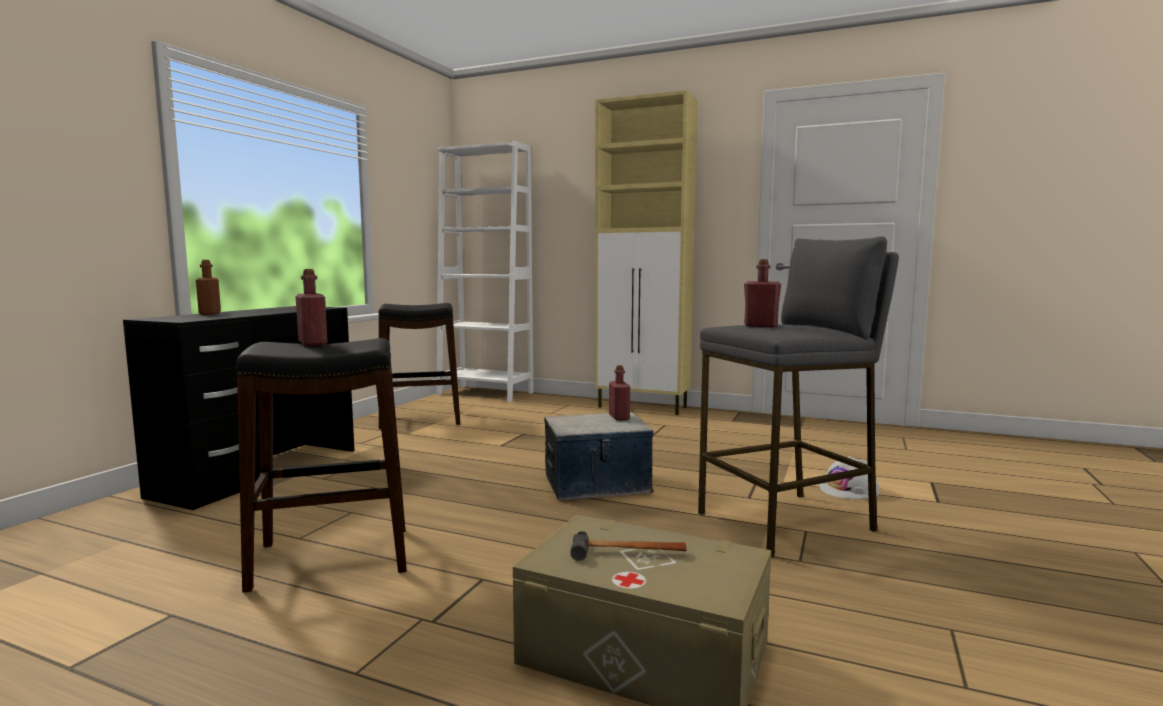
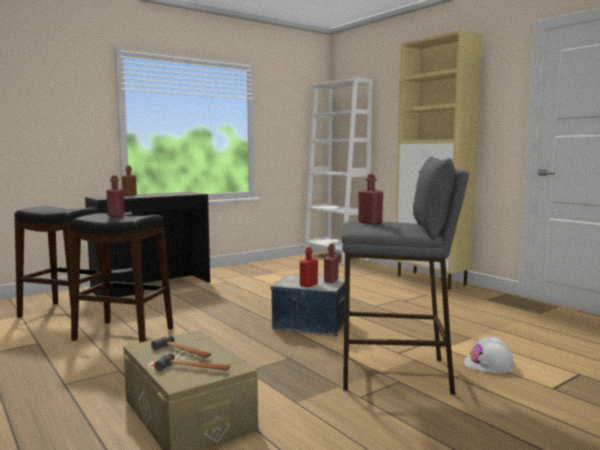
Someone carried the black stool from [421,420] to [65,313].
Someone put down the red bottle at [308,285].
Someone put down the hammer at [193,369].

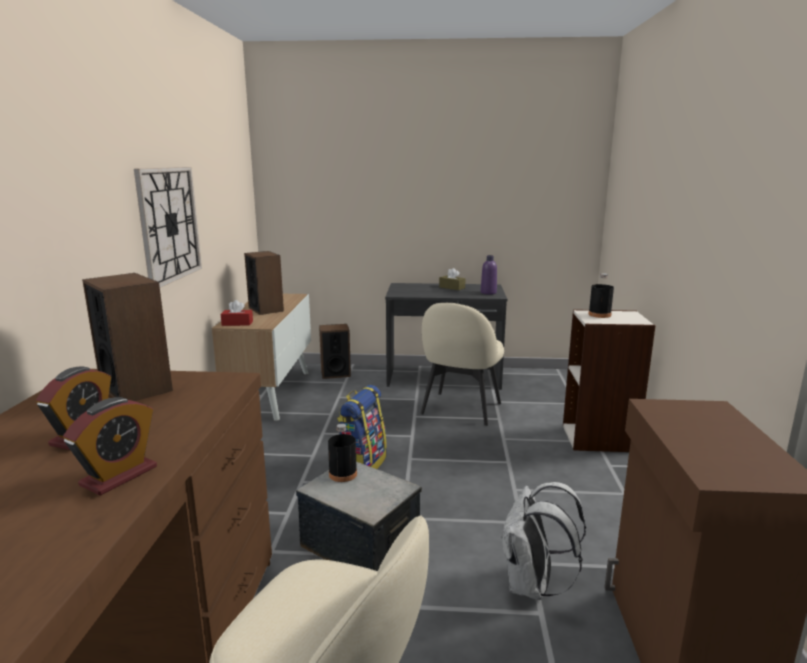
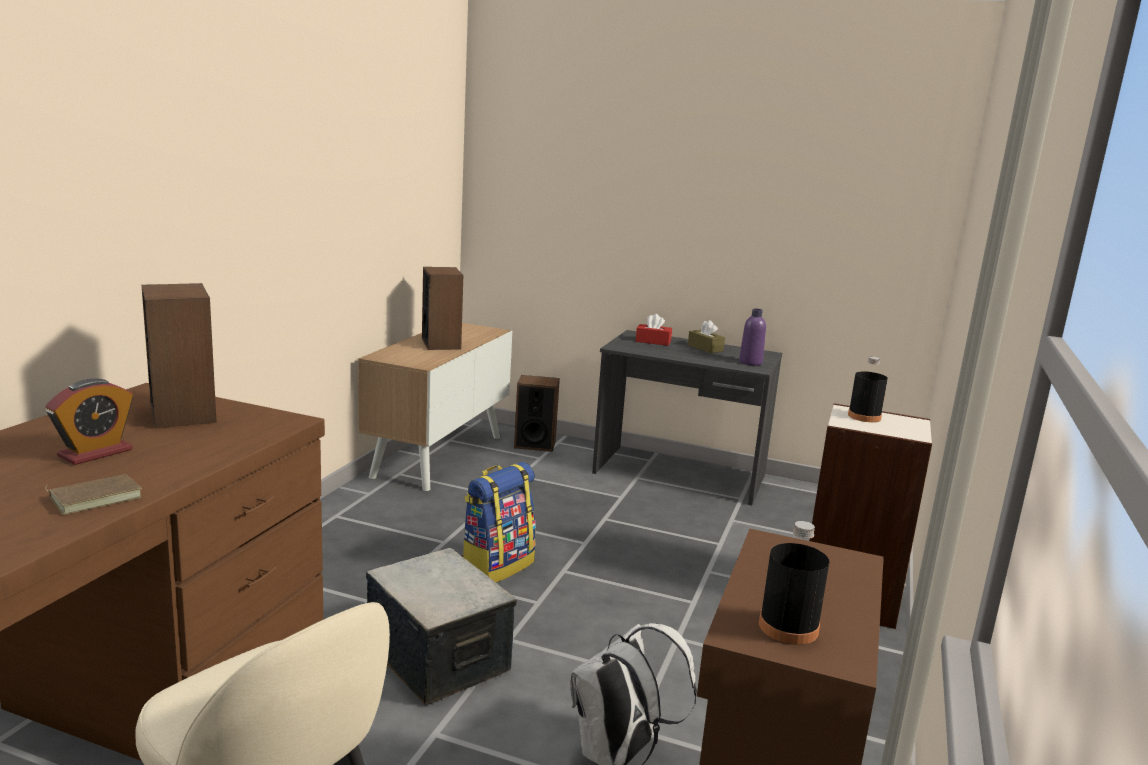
Someone took away the wall clock at [169,224].
Someone carried the red tissue box from [237,323] to [653,341].
Someone took away the beige chair at [460,409].
Someone swapped the alarm clock at [119,476] for the brown book at [95,497].
Someone carried the black bottle from [343,474] to [788,627].

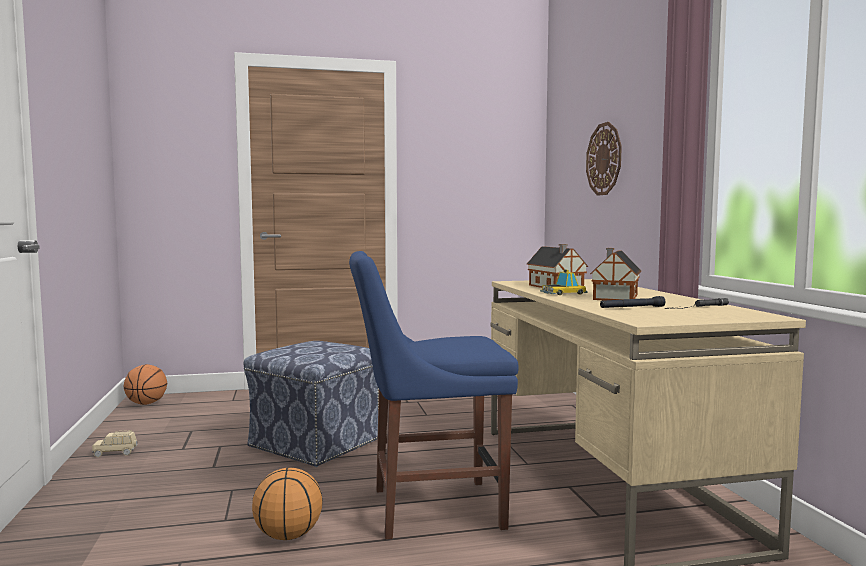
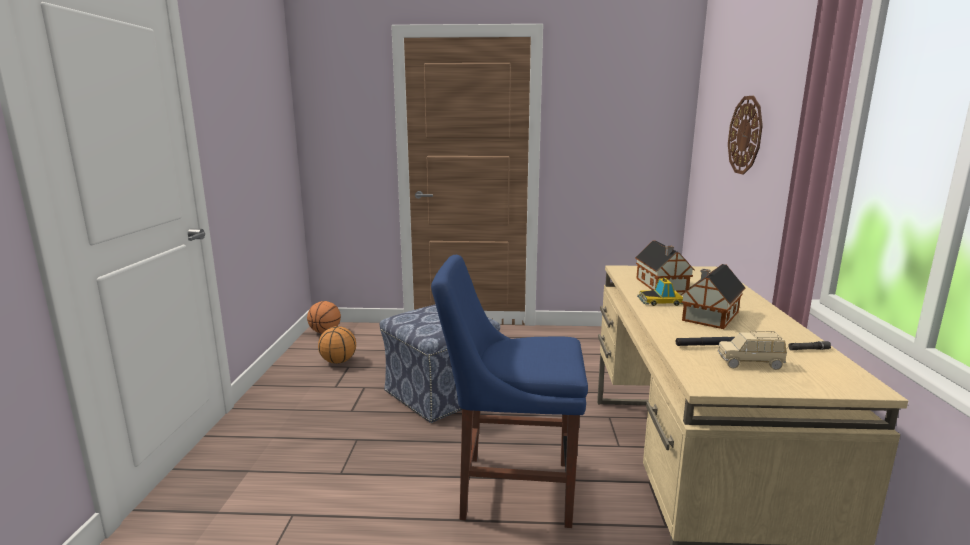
Someone carried the beige toy car from [115,453] to [750,363].
Someone carried the basketball from [289,535] to [339,361].

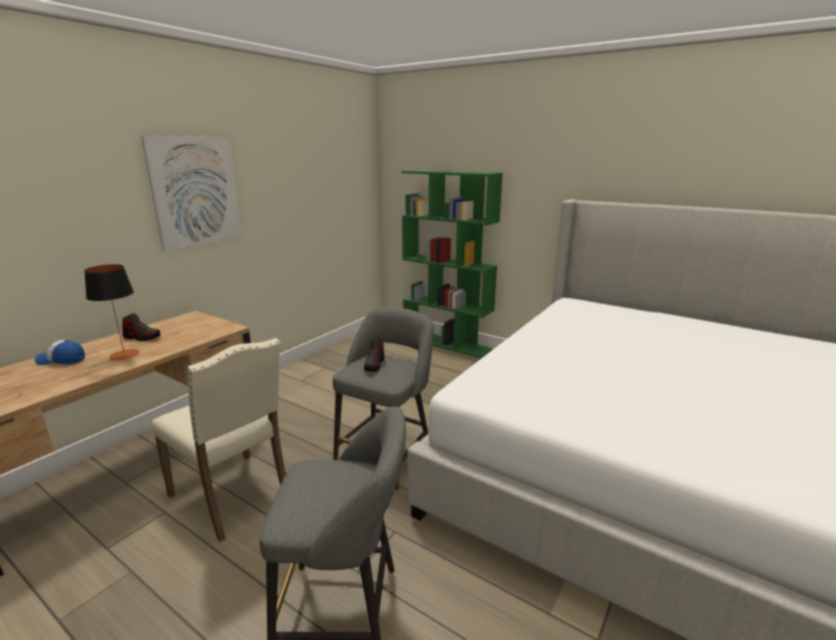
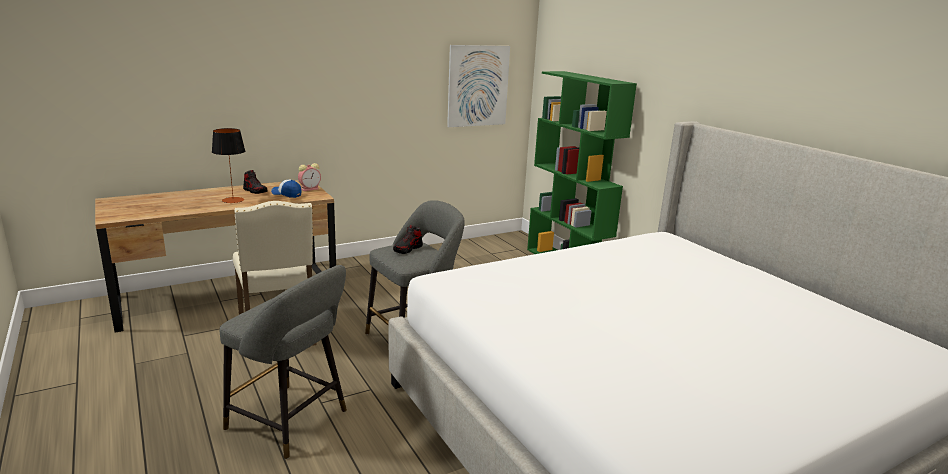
Someone carried the picture from [196,191] to [478,86].
Someone carried the cap from [61,360] to [287,194].
Someone put down the alarm clock at [310,189].

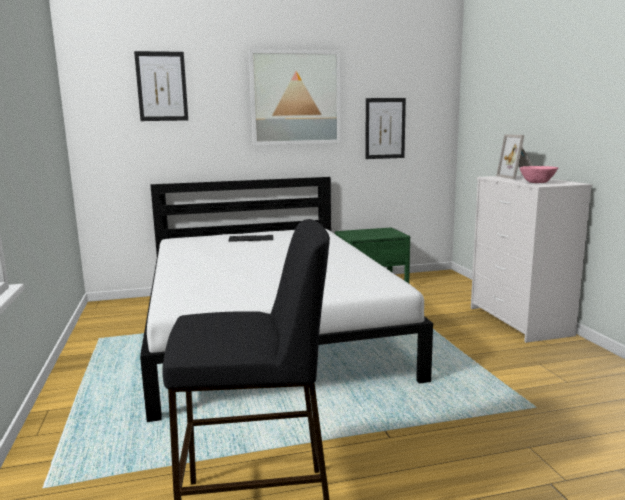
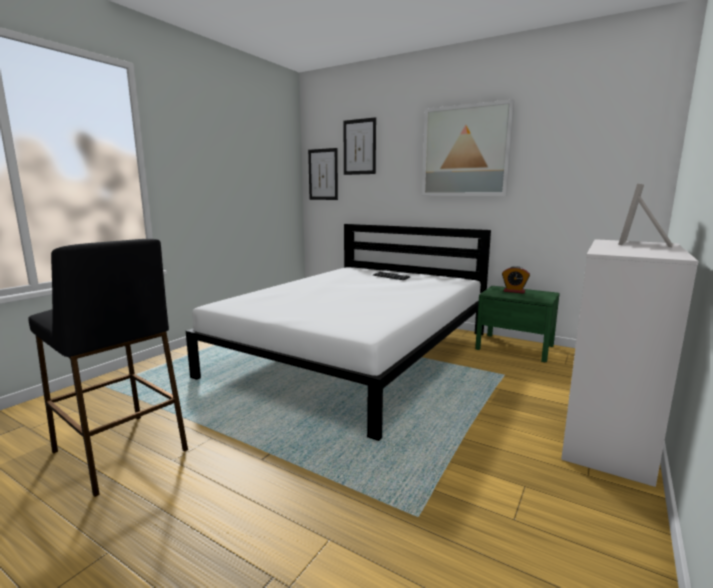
Someone carried the picture from [385,128] to [323,174].
Someone took away the pink bowl at [538,182].
Someone put down the alarm clock at [514,291].

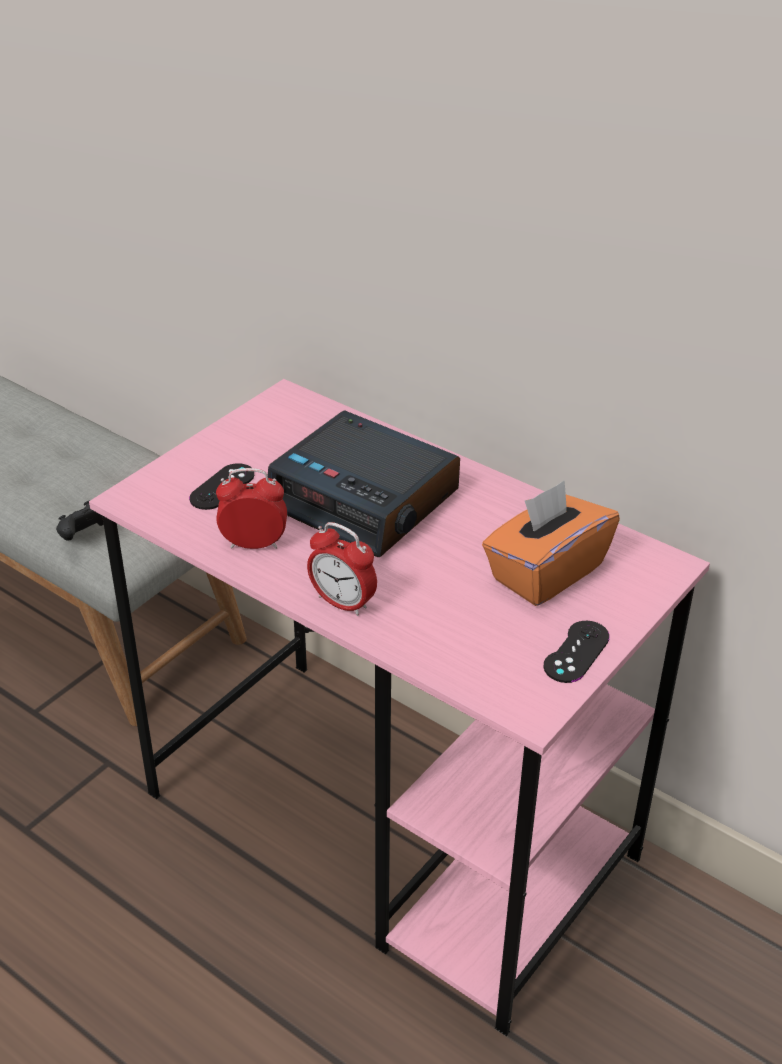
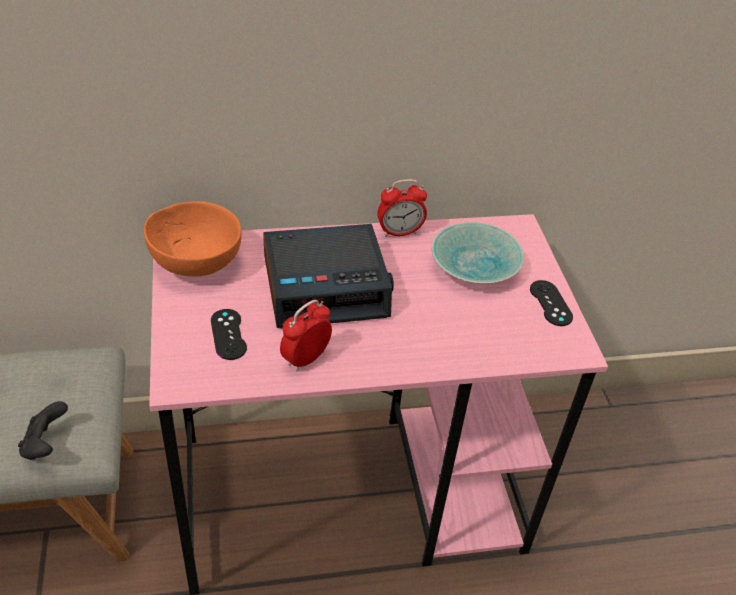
Someone swapped the orange tissue box at [545,572] for the turquoise bowl at [476,268].
Someone carried the alarm clock from [342,603] to [399,232].
Someone put down the orange bowl at [194,261].

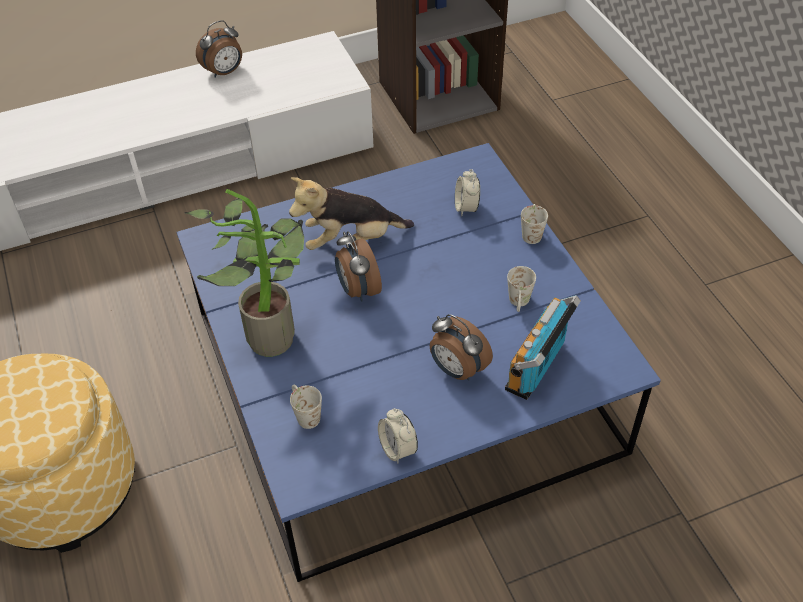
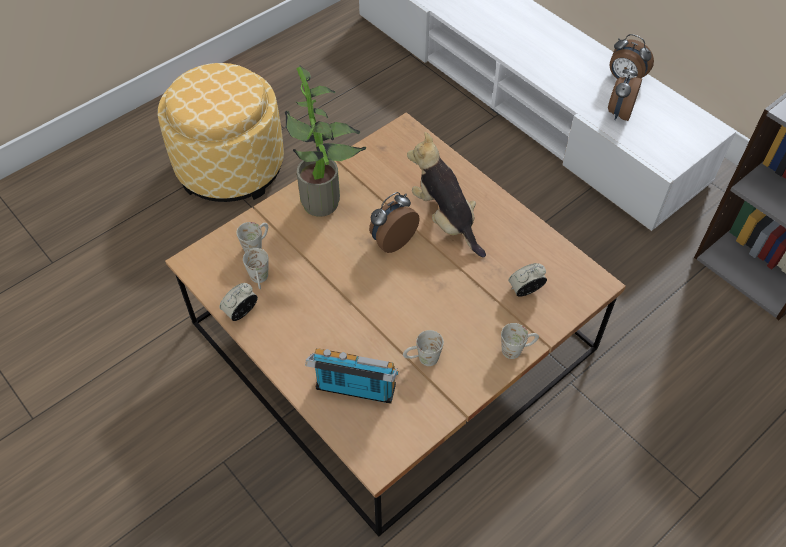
Someone repainted the blue coffee table at [403,380], which became the brown coffee table at [392,335].
Someone carried the alarm clock from [457,370] to [619,113].
Someone put down the white mug at [260,280].

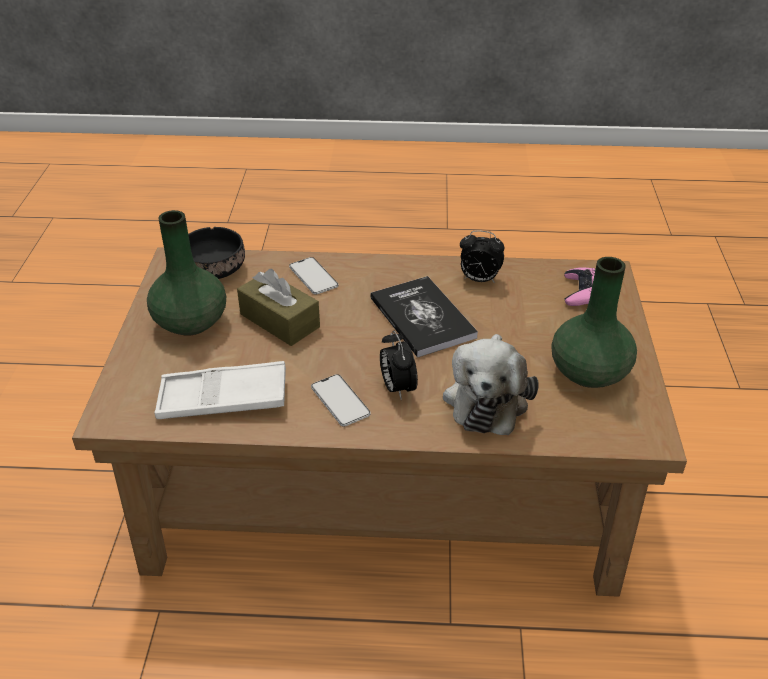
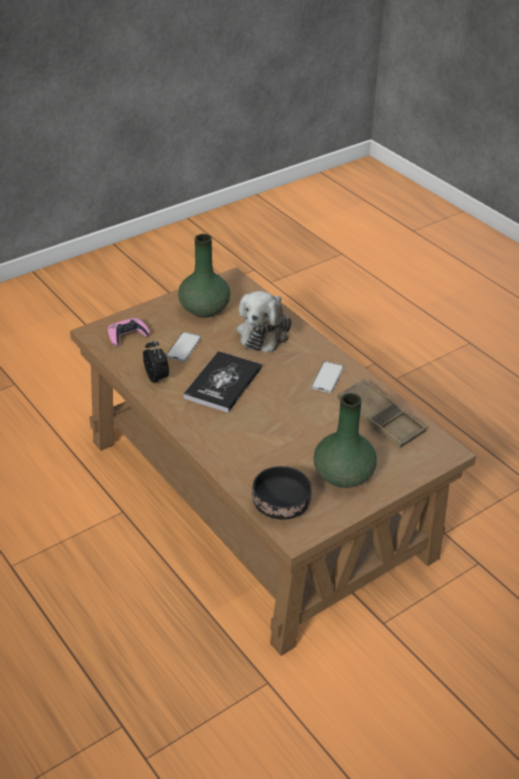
Someone carried the phone from [313,276] to [183,347].
Someone took away the brown tissue box at [279,320].
Someone took away the alarm clock at [397,387].
Someone rotated the plush toy at [486,398] by 135 degrees clockwise.
Someone repainted the white tray at [223,398], which became the brown tray at [380,419].

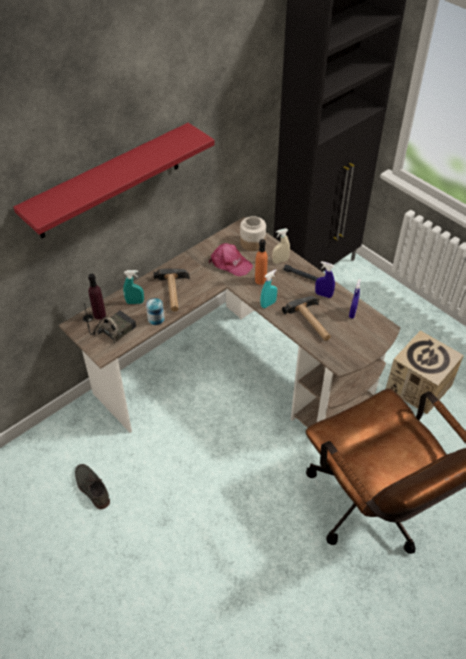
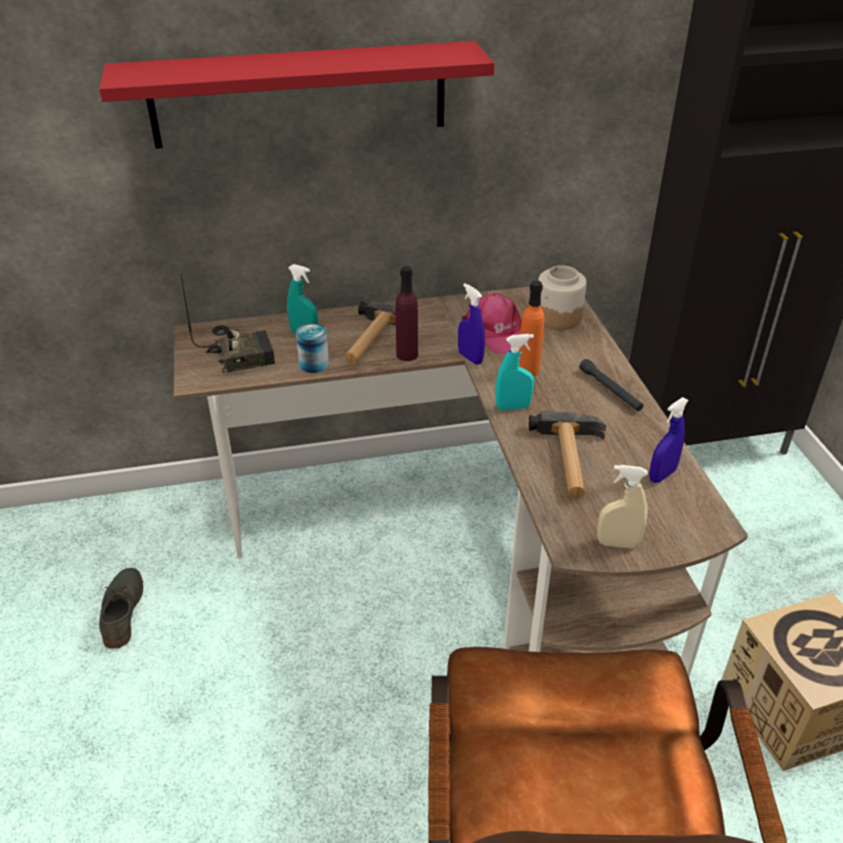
Someone carried the beige spray bottle from [280,261] to [617,543].
Someone carried the blue spray bottle from [323,295] to [470,358].
Someone carried the purple bottle from [99,315] to [407,355].

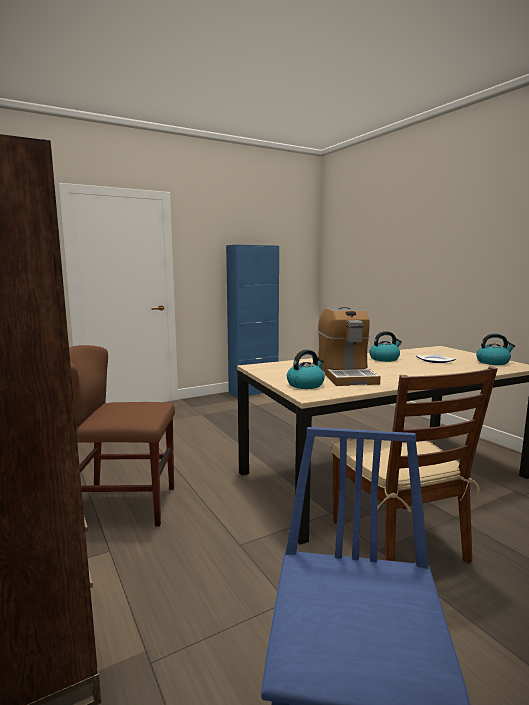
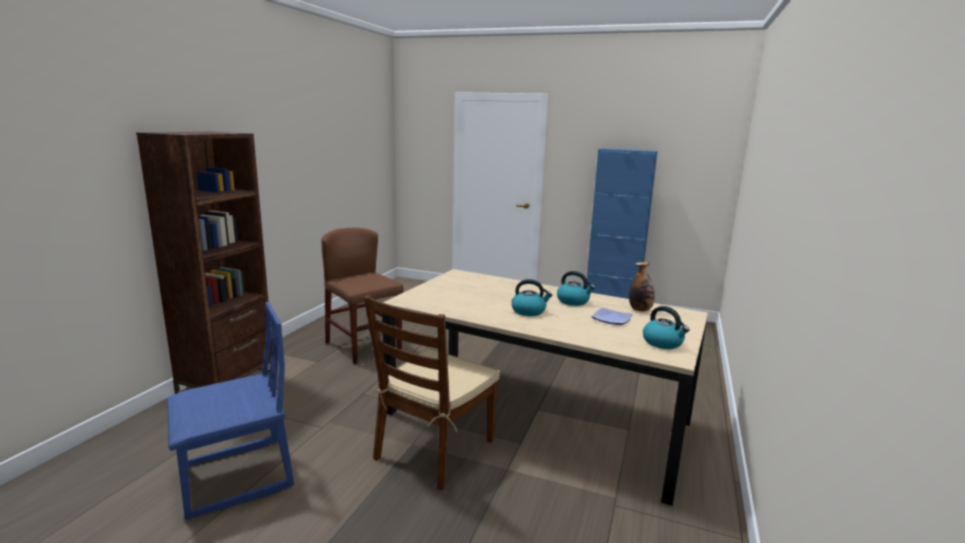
Someone took away the coffee machine at [345,375].
Someone carried the kettle from [305,385] to [529,311].
Someone put down the bottle at [640,310].

